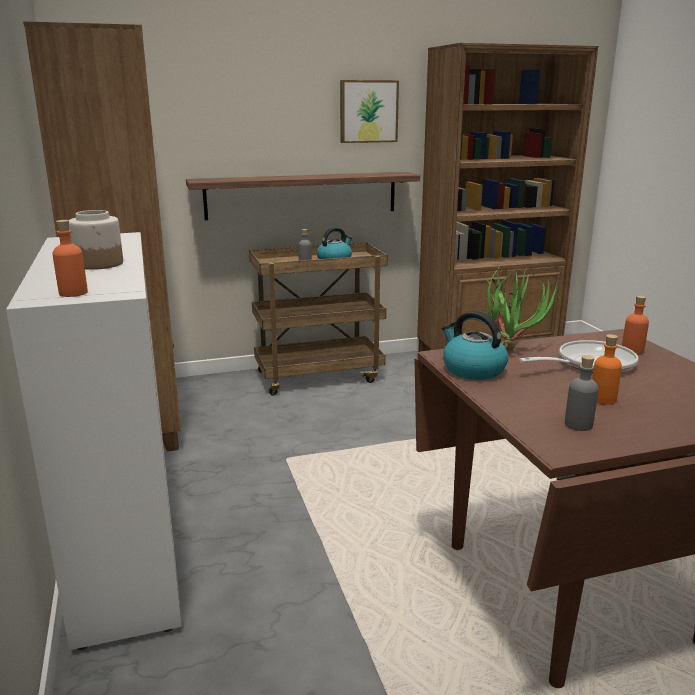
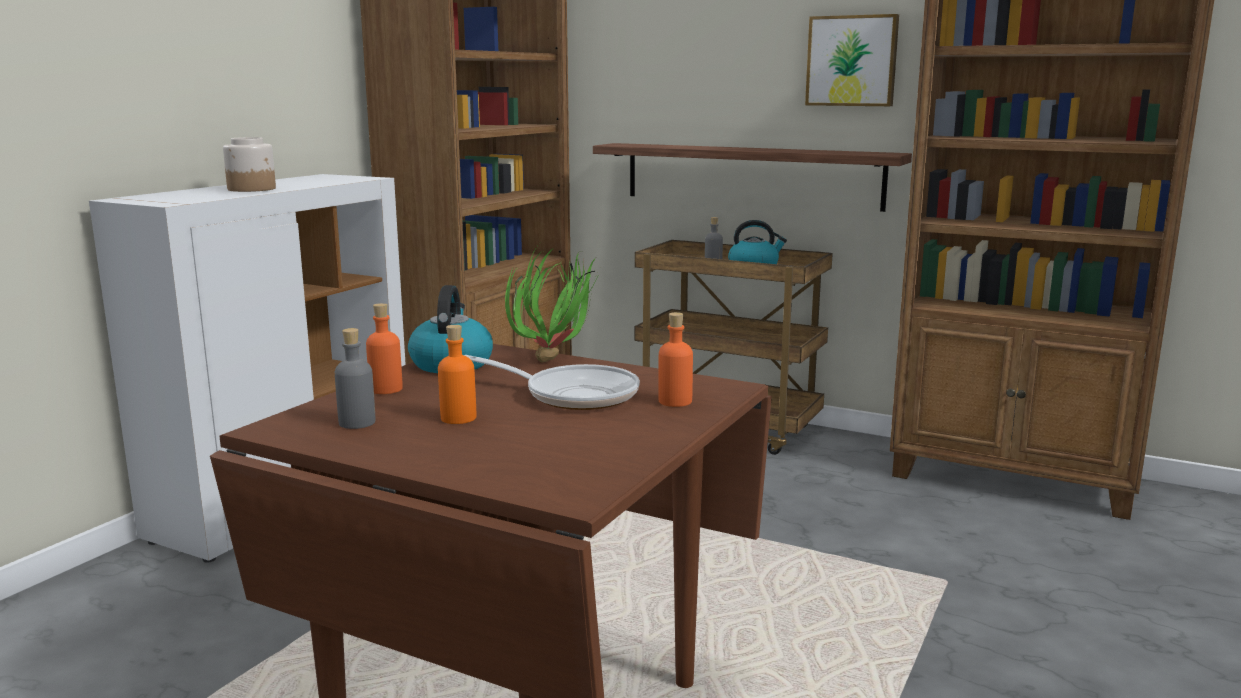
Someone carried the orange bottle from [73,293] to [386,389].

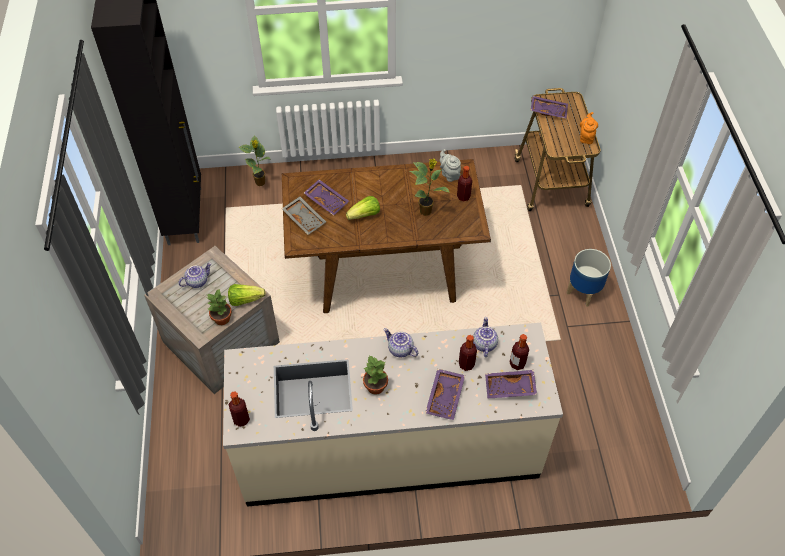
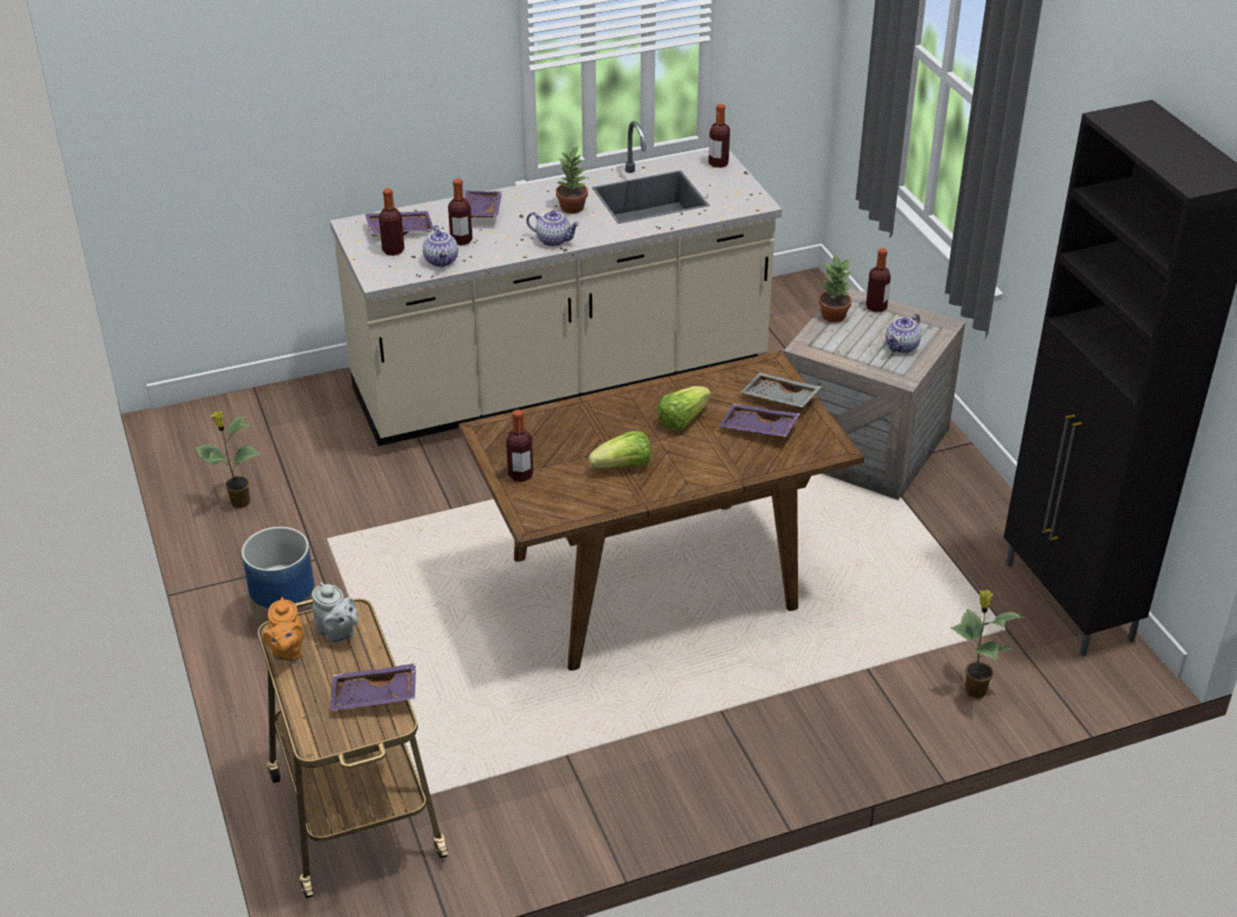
Someone carried the grey teapot from [449,174] to [337,633].
Someone carried the potted plant from [426,211] to [239,502].
Someone carried the lettuce from [245,300] to [623,466].
Someone put down the bottle at [876,307].

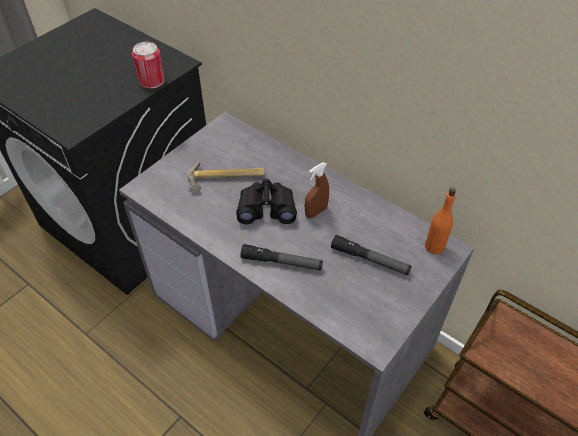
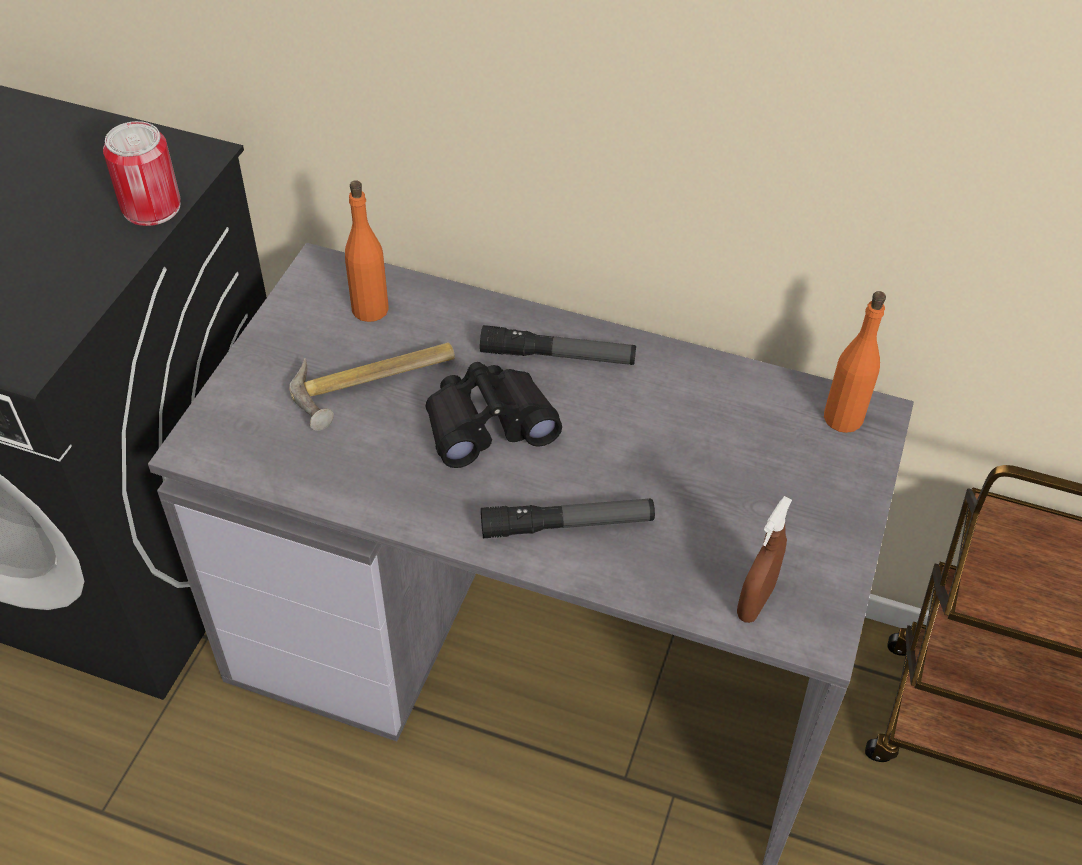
Someone carried the brown spray bottle from [316,212] to [755,602].
Someone carried the flashlight from [370,259] to [557,356].
Someone put down the orange bottle at [370,309].

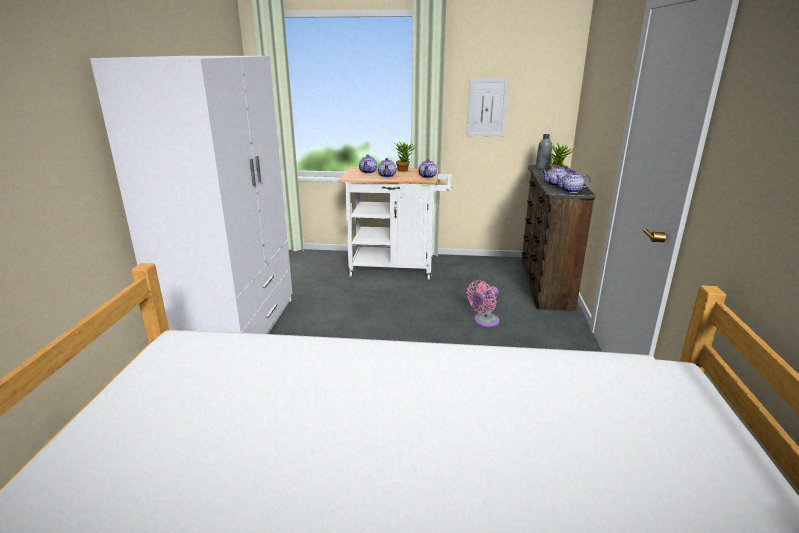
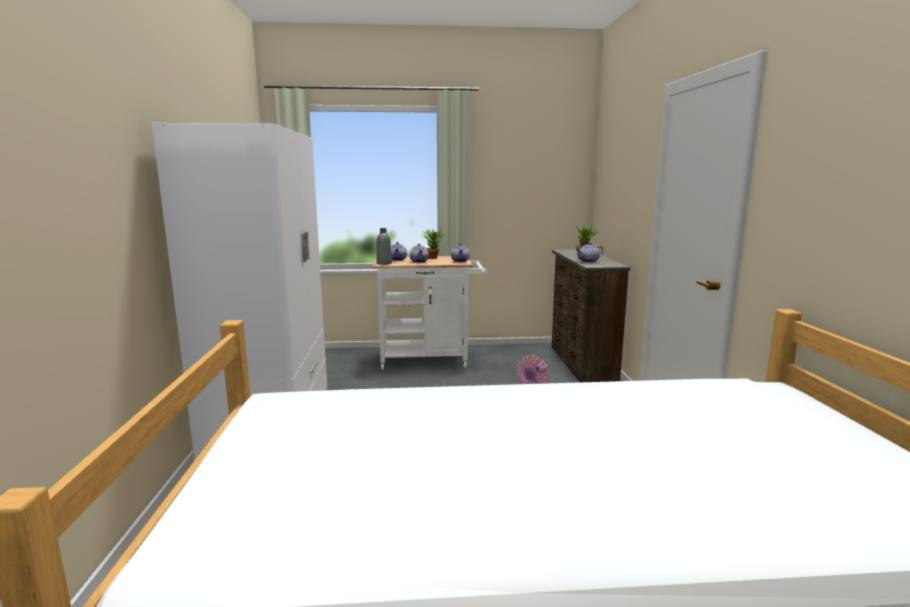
Someone took away the picture at [487,107].
Someone carried the grey bottle from [542,168] to [384,263].
Someone took away the teapot at [571,191].

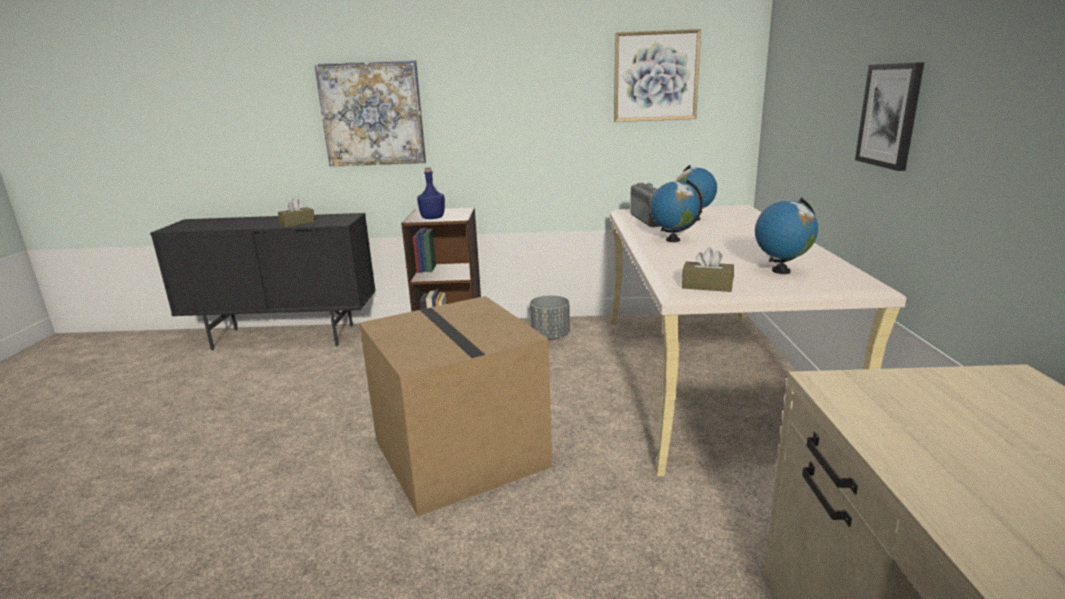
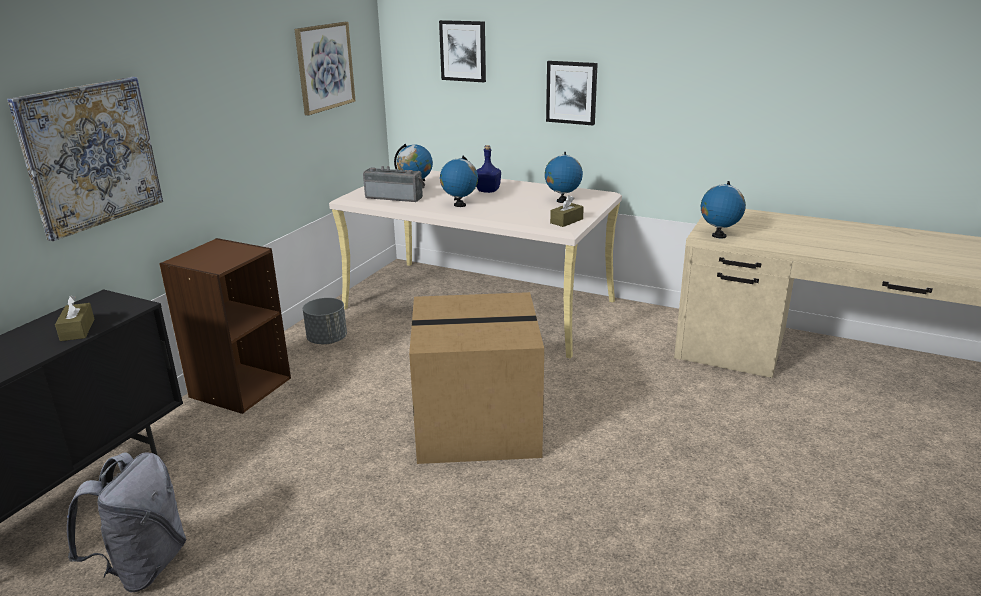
Someone carried the blue bottle from [432,218] to [487,191].
Someone put up the picture at [463,51].
Someone put down the globe at [719,236].
Someone put down the grey backpack at [143,566].

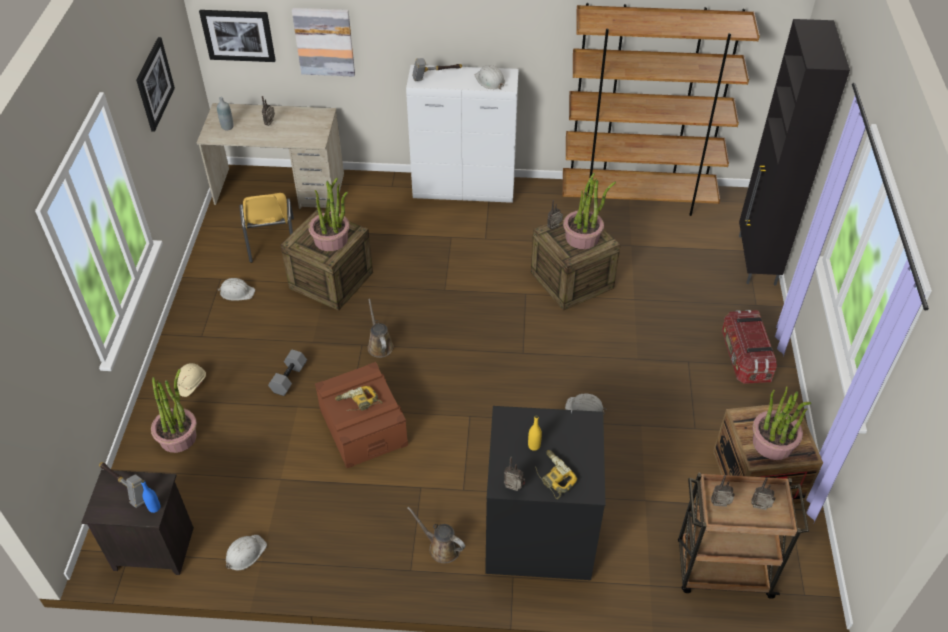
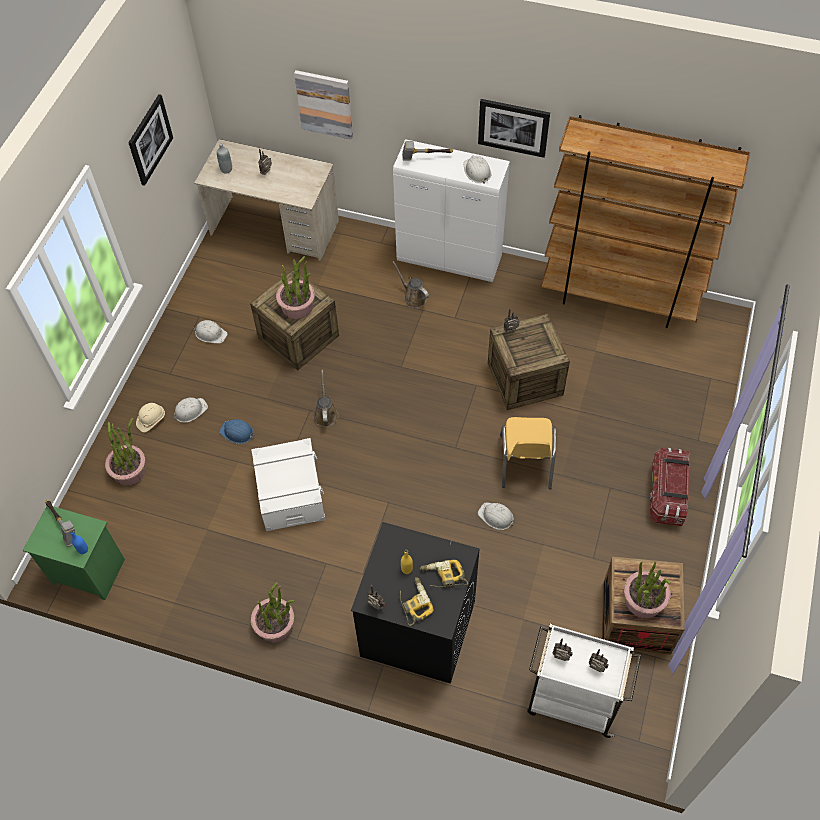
Someone carried the picture from [238,35] to [513,127].
Someone took away the black cabinet at [756,260].
Someone carried the potted plant from [582,237] to [275,625].
Someone carried the yellow chair from [271,240] to [525,461].
Someone swapped the grey dumbbell at [289,379] for the blue hard hat at [237,432].
Someone repainted the brown storage box at [363,427], which became the white storage box at [290,493].
Someone carried the power drill from [358,403] to [443,577].
Someone repainted the black nightstand at [152,550], which became the green nightstand at [87,572].
Someone repainted the brown cart at [722,570], which became the white cart at [571,700].
Someone carried the brown watering can from [441,547] to [413,297].
Someone carried the white hard hat from [245,553] to [190,410].

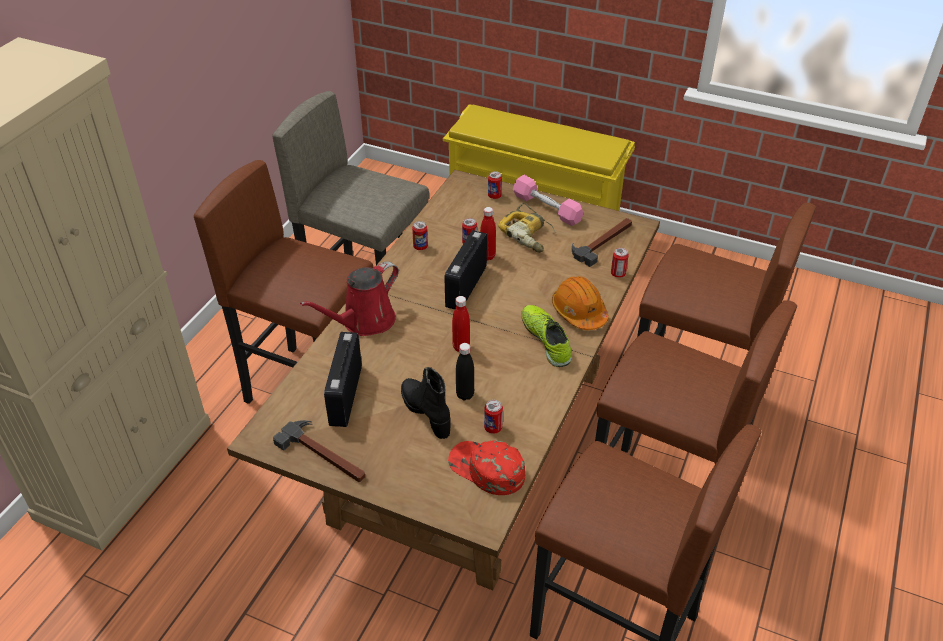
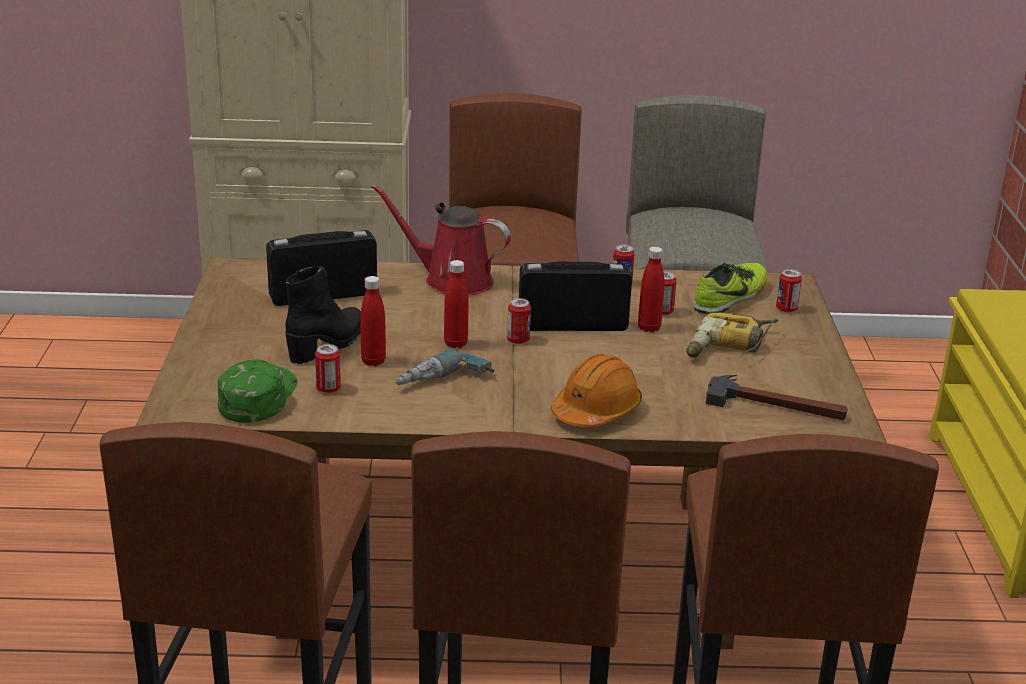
Someone took away the pink dumbbell at [546,208].
Someone carried the can from [618,274] to [518,340].
Someone carried the shoe from [546,340] to [731,298].
Someone repainted the black bottle at [465,395], which became the red bottle at [373,361].
Someone took away the hammer at [324,455].
Someone repainted the red cap at [486,469], which became the green cap at [257,397].
Someone put down the power drill at [444,383].

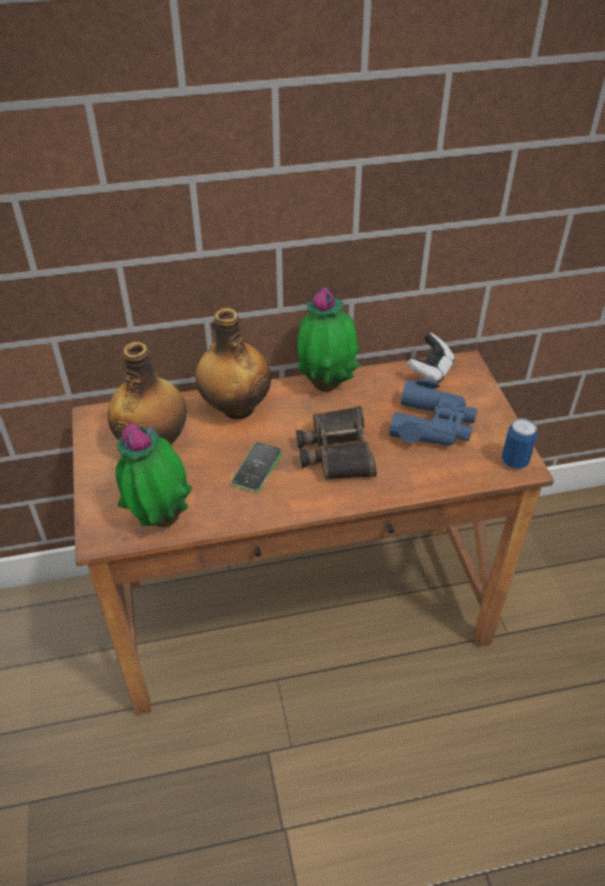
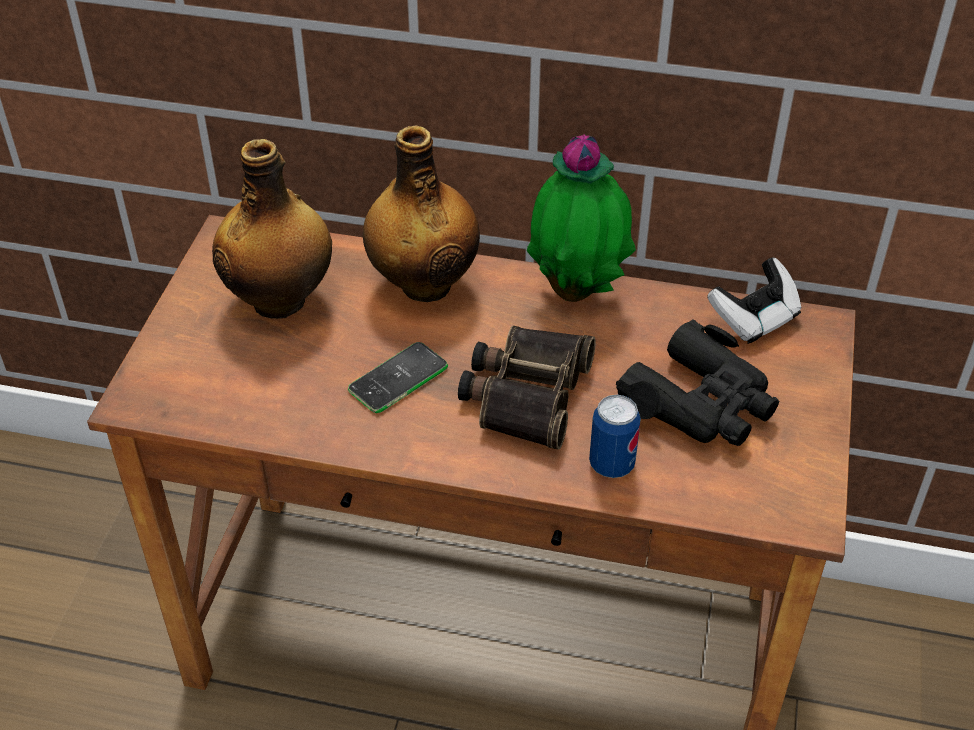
Someone repainted the blue binoculars at [432,424], which became the black binoculars at [701,403].
Someone carried the can from [514,461] to [611,464].
Someone took away the potted plant at [160,518].

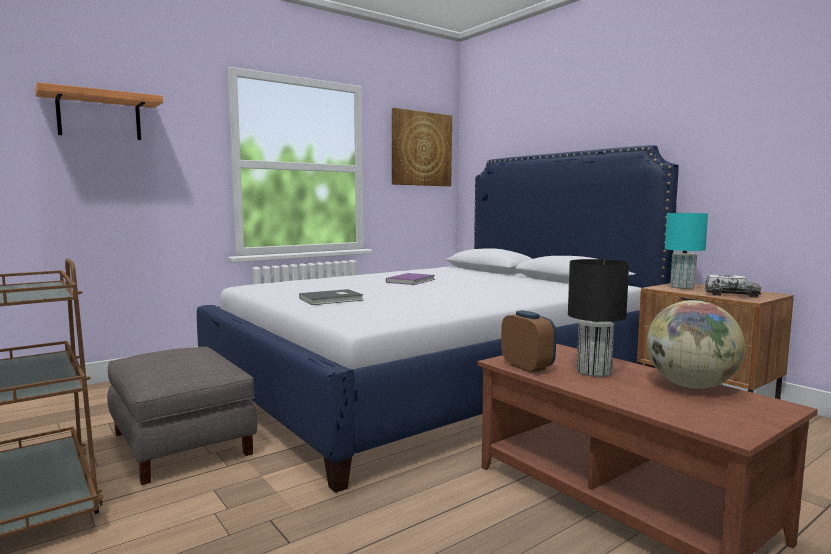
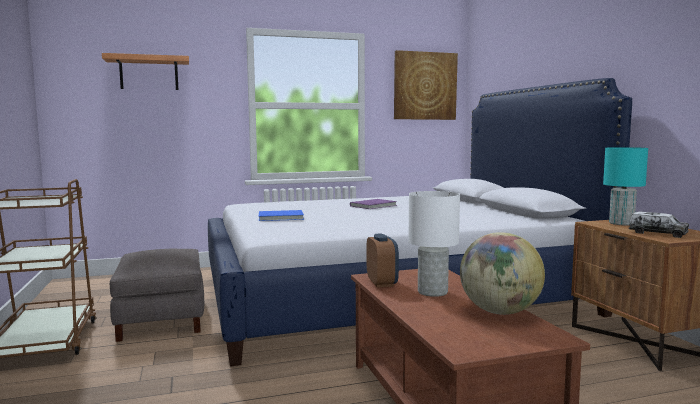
Someone repainted the black table lamp at [593,372], which became the white table lamp at [431,292].
Someone repainted the grey book at [332,299], which became the blue book at [281,217].

